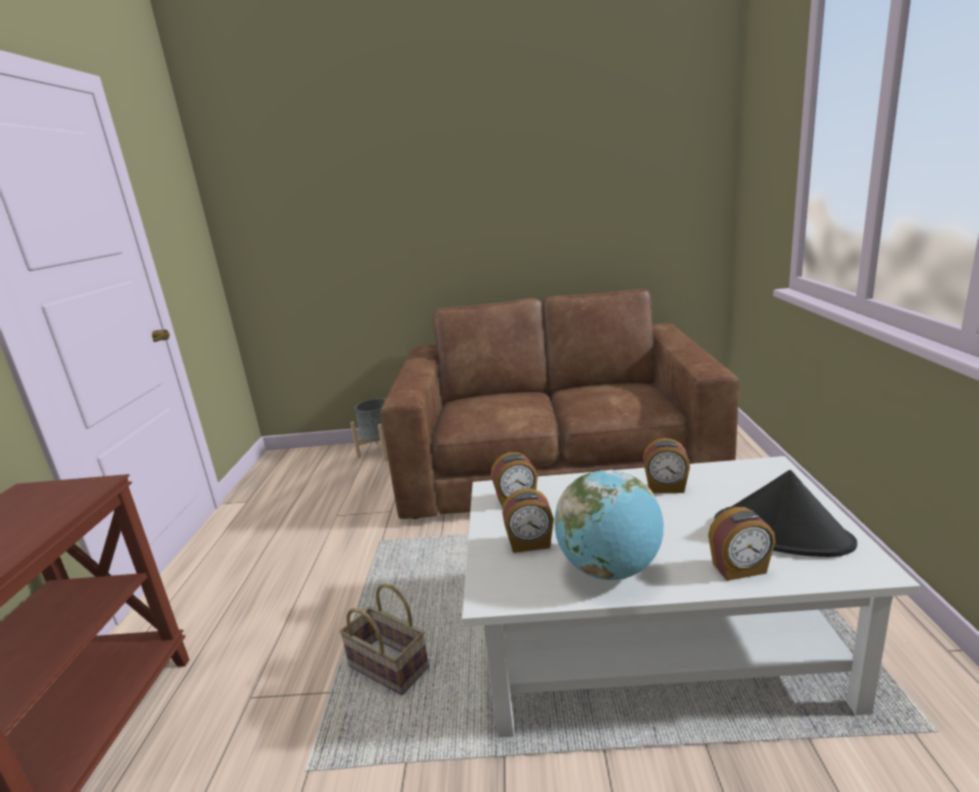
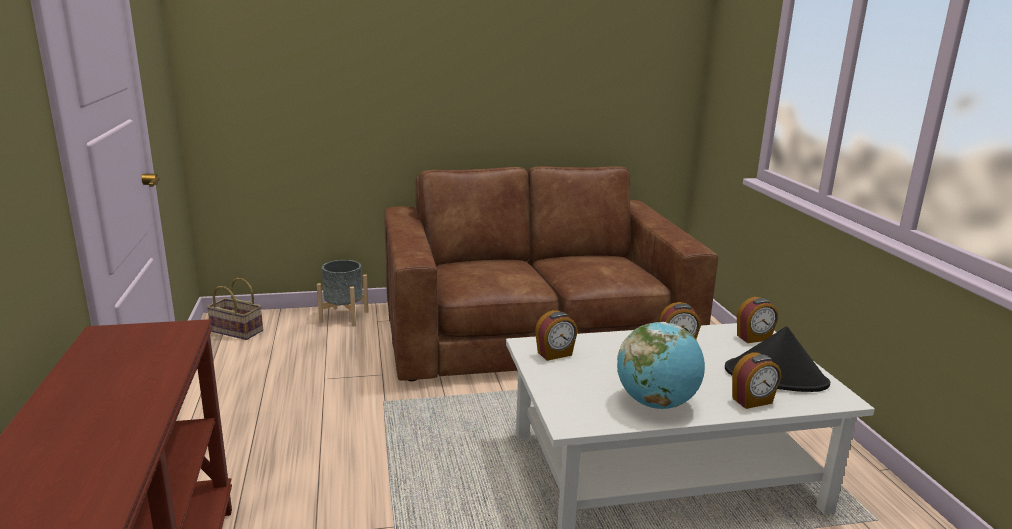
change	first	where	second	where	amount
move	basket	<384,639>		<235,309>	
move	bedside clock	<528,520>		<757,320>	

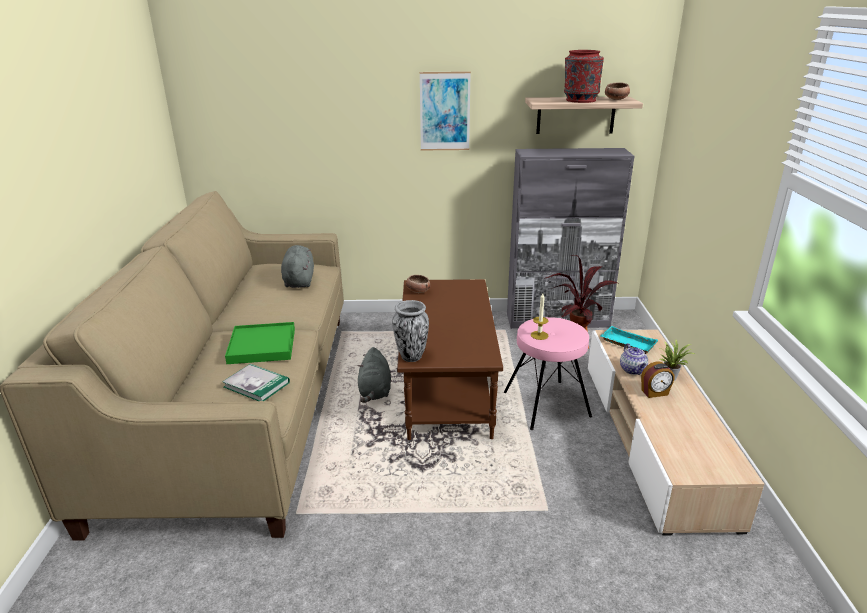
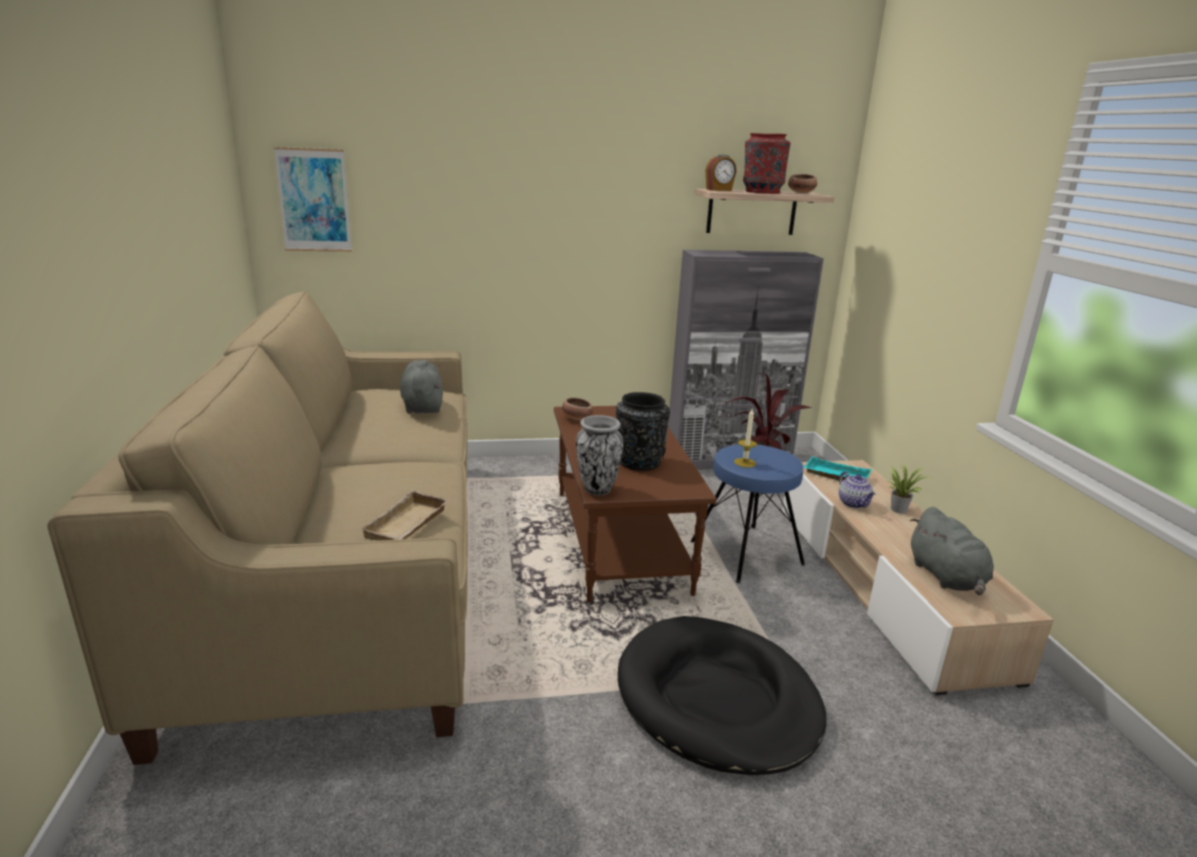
change	first	where	second	where	amount
move	wall art	<445,110>		<313,199>	
replace	volume	<256,382>	tray/beige-coloured	<405,515>	
insert			flower vase/black-coloured	<643,431>	
insert			pet bed/black-coloured	<722,695>	
recolor	stool seat/pink-coloured	<548,373>	stool seat/bluish	<748,513>	
move	bedside clock	<657,379>		<721,173>	
move	plush toy/greyish	<374,375>		<952,551>	
delete	tray/greenish	<260,343>			

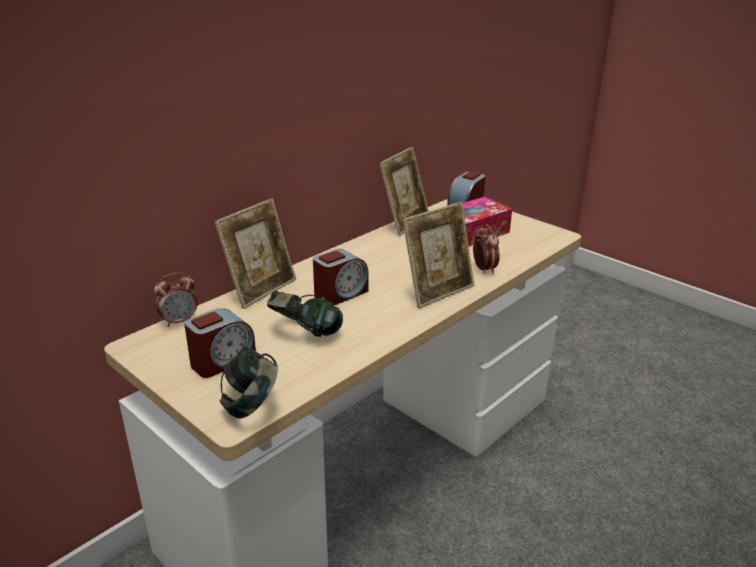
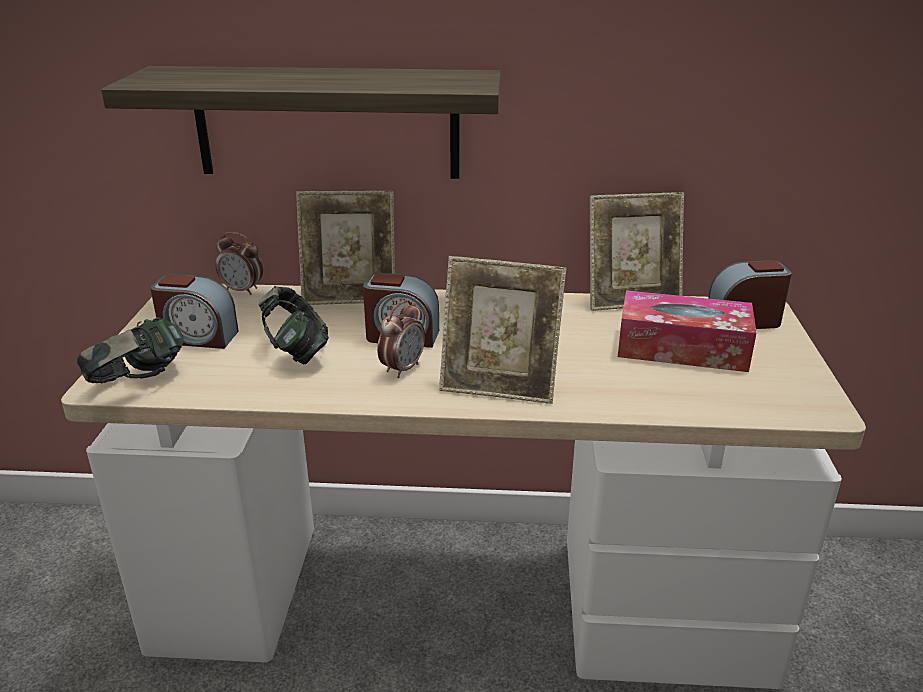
change	first	where	second	where	amount
insert			shelf	<301,122>	
move	bedside clock	<486,249>		<401,339>	

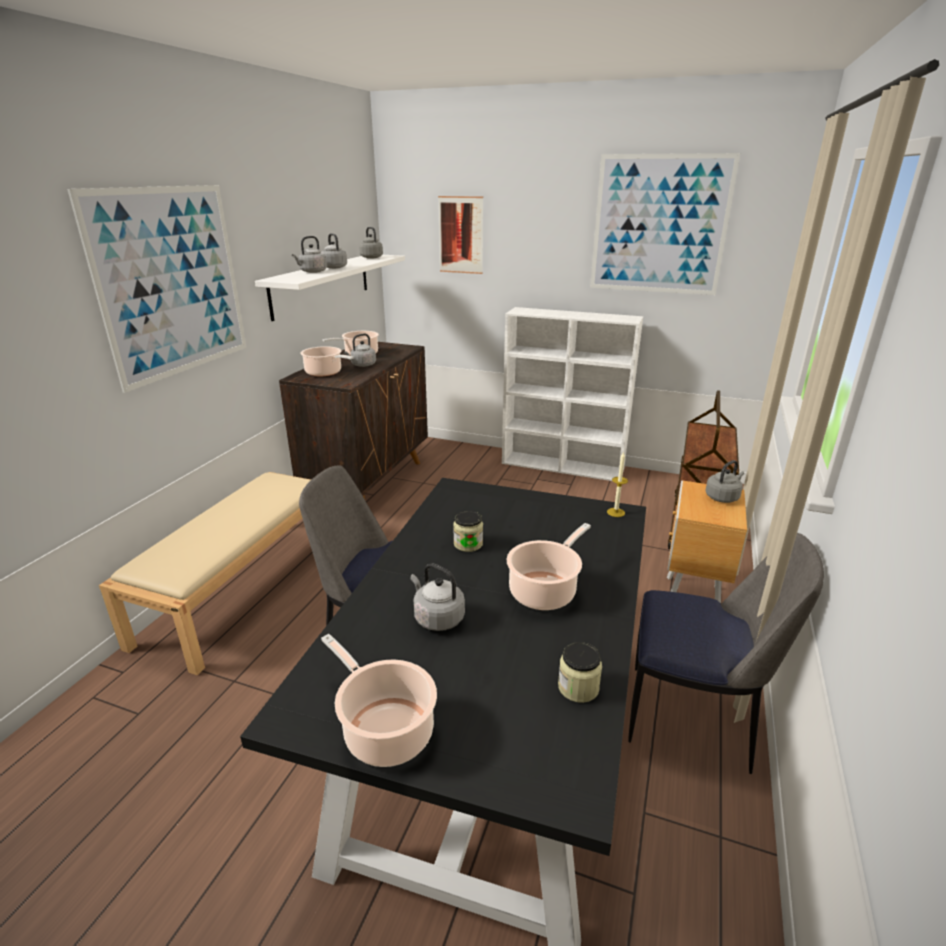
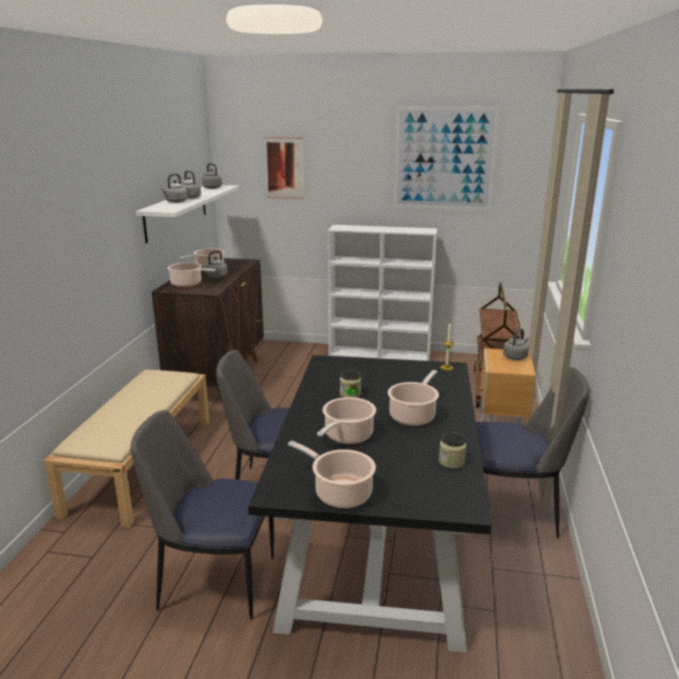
change	first	where	second	where	amount
insert			chair	<202,515>	
replace	tea kettle/greyish	<438,597>	stockpot	<346,420>	
delete	wall art	<157,289>			

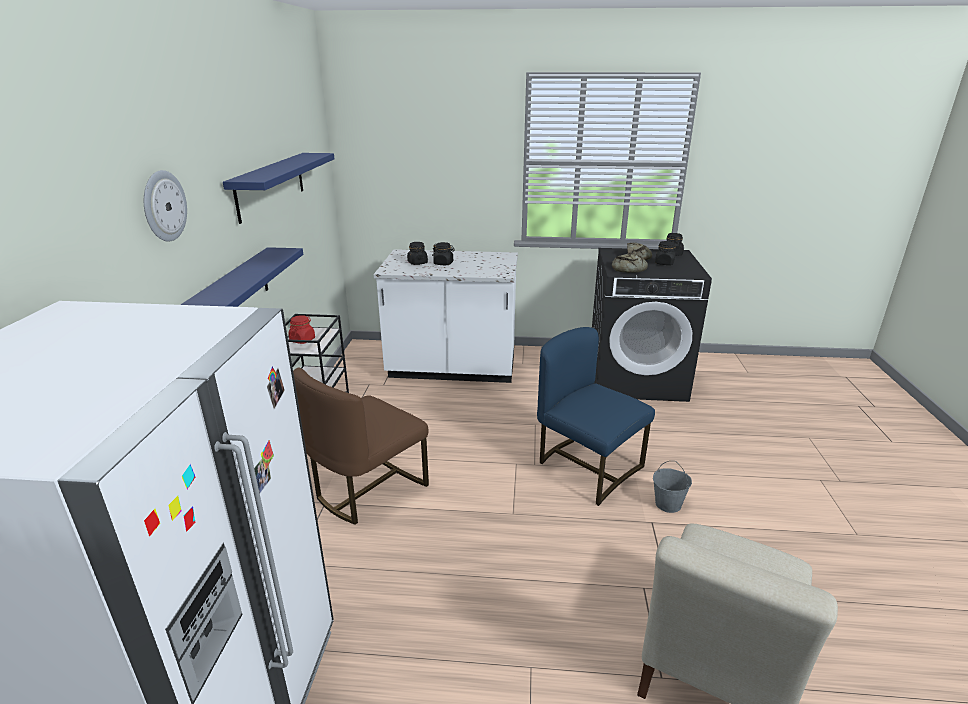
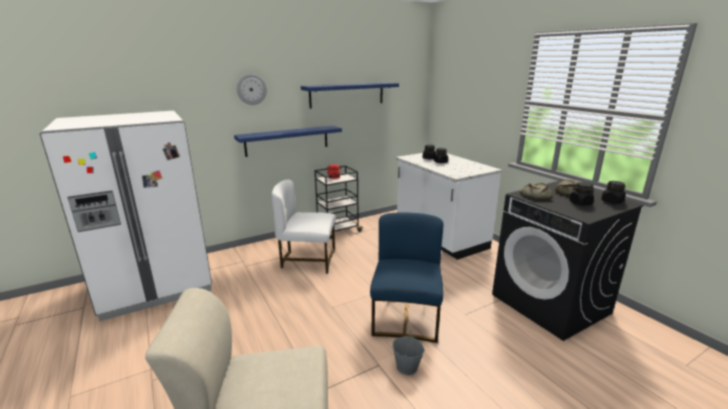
change	first	where	second	where	amount
recolor	chair/brownish	<361,446>	chair/whitish	<303,227>	

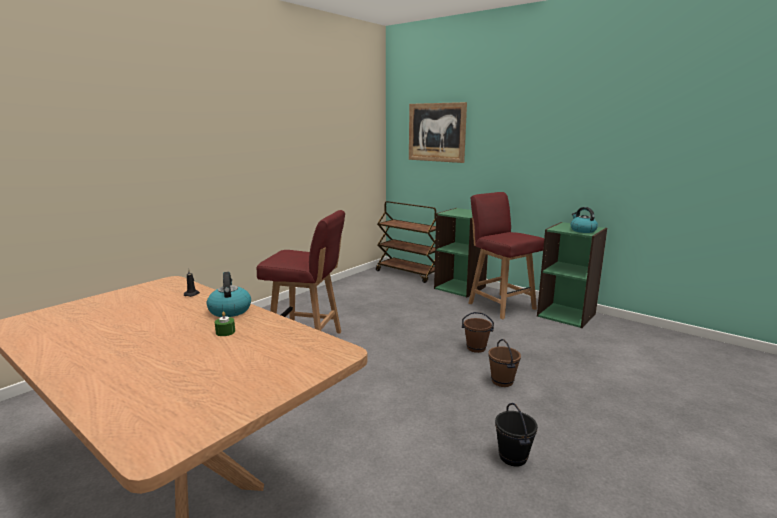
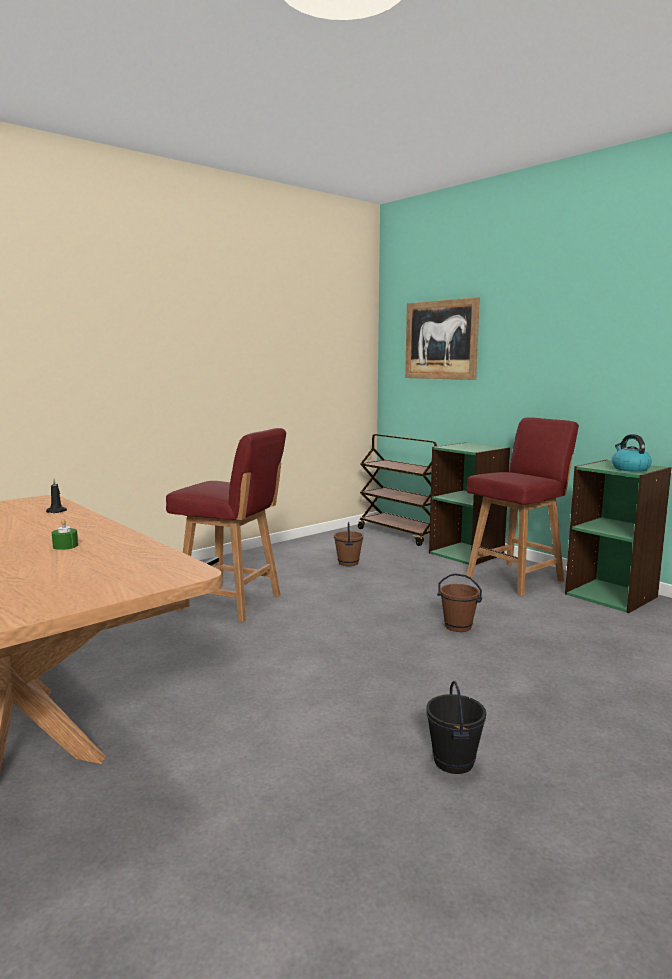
change	first	where	second	where	amount
move	bucket/brownish	<504,363>		<348,543>	
rotate	chair/red	<506,256>		<523,506>	75 degrees clockwise
delete	tea kettle	<229,294>			

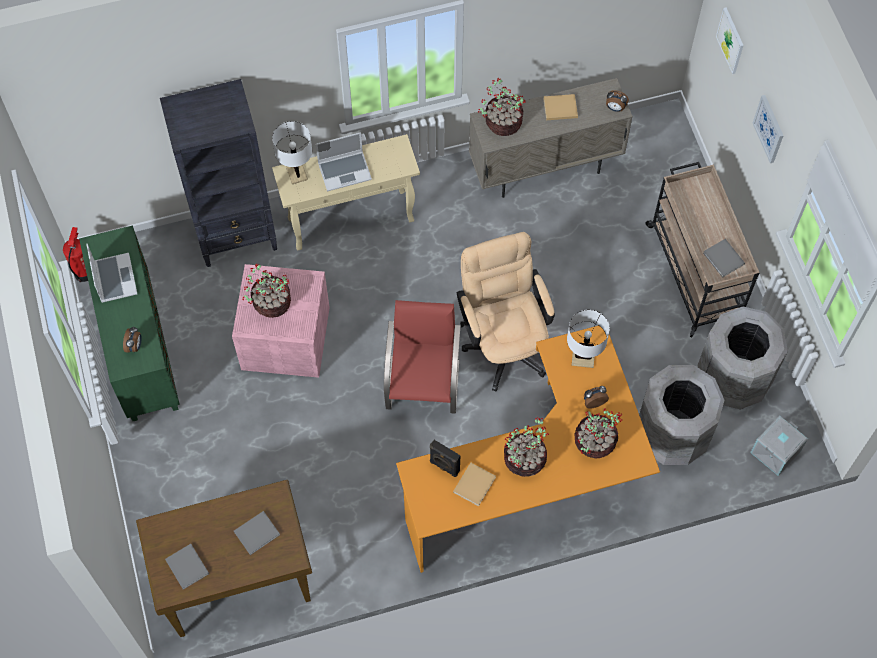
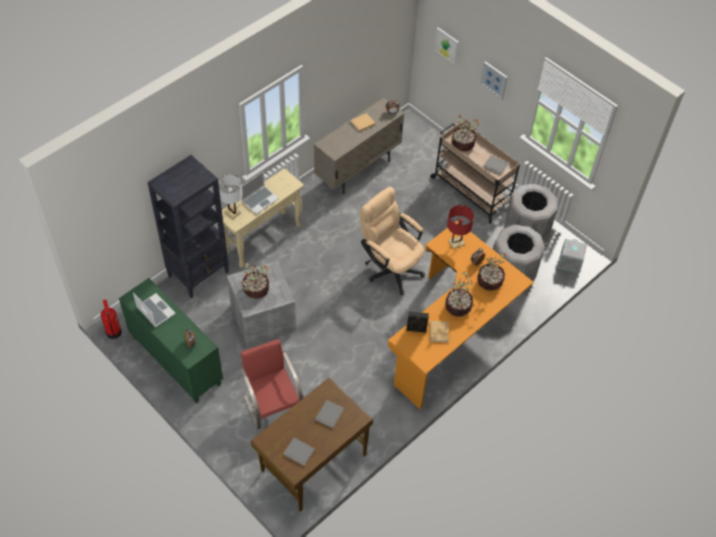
change	first	where	second	where	amount
recolor	storage container/pink-coloured	<281,321>	storage container/greyish	<261,303>	
move	chair/red	<422,357>		<271,384>	
recolor	tabletop lamp/whitish	<588,339>	tabletop lamp/red	<460,227>	
move	houseplant	<502,107>		<465,133>	

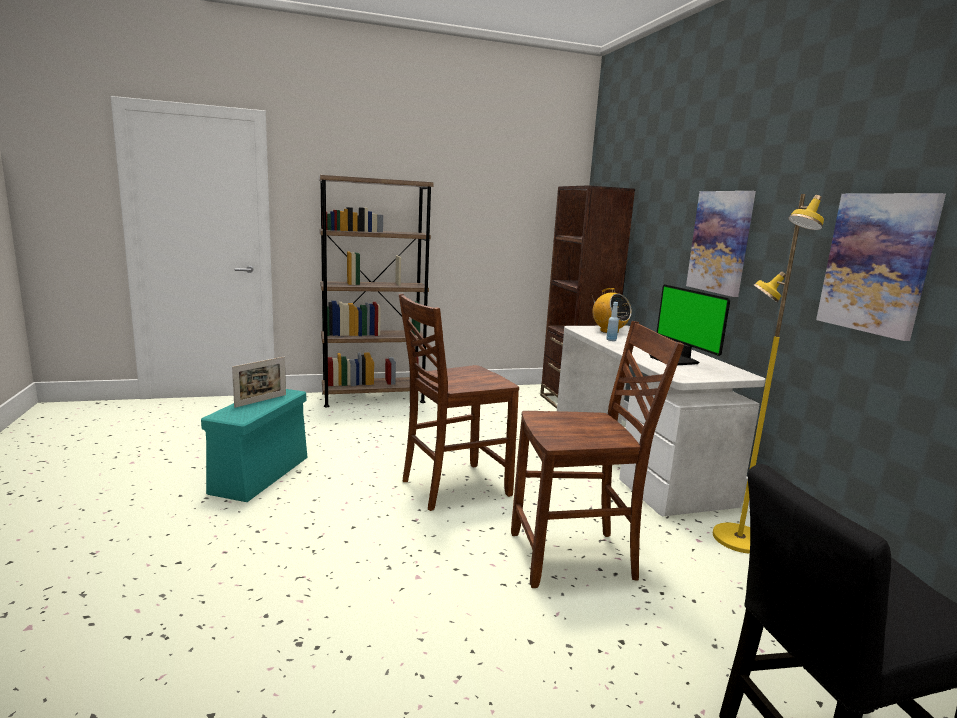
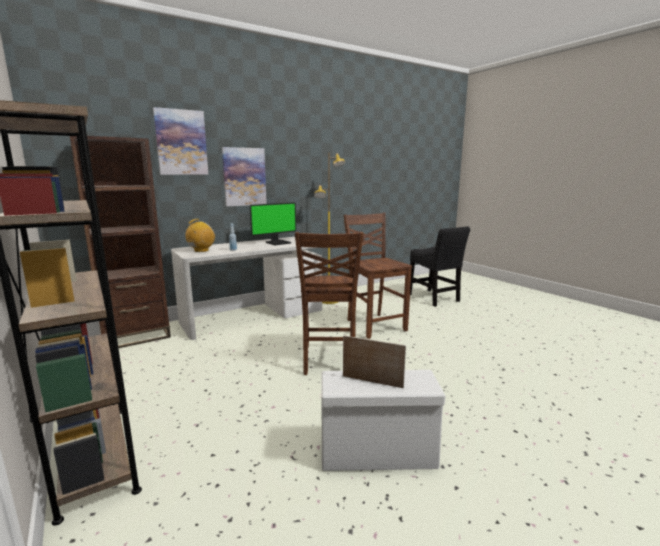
change	first	where	second	where	amount
move	wall art	<881,267>		<180,141>	
rotate	chair/brownish	<459,402>		<329,303>	45 degrees clockwise
recolor	storage container/turquoise-coloured	<254,445>	storage container/whitish	<383,420>	

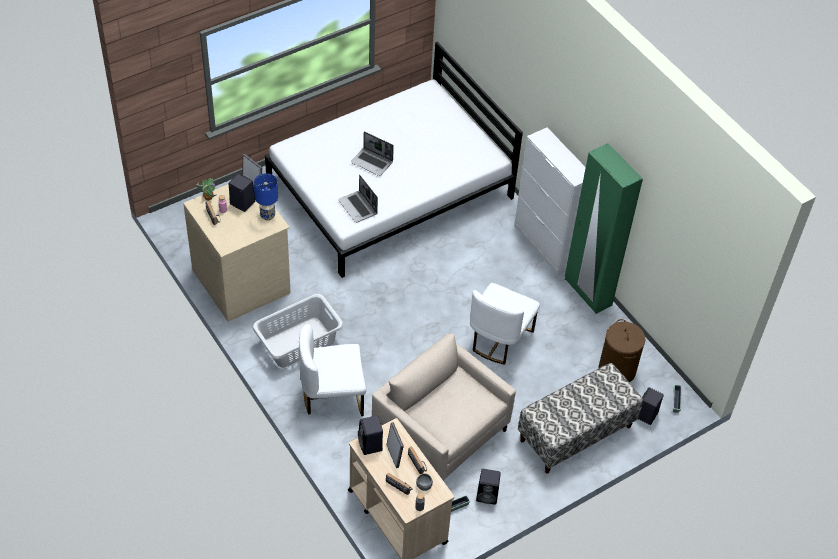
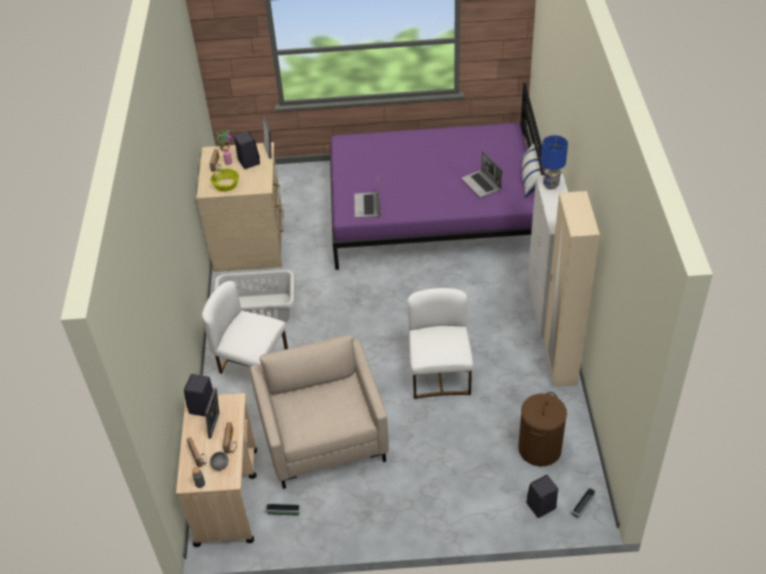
change	first	where	second	where	amount
insert			deep dish/yellow-coloured	<224,180>	
recolor	bedroom bed/whitish	<394,159>	bedroom bed/purple	<437,176>	
rotate	chair/whitish	<505,324>		<440,343>	120 degrees clockwise
move	laptop	<372,153>		<481,174>	
insert			cushion	<532,169>	
move	tabletop lamp/bluish	<266,196>		<554,162>	
recolor	armoire/greenish	<604,228>	armoire/beige-coloured	<572,289>	
delete	audio speaker/black-coloured	<488,487>			
delete	long seat	<580,418>			

